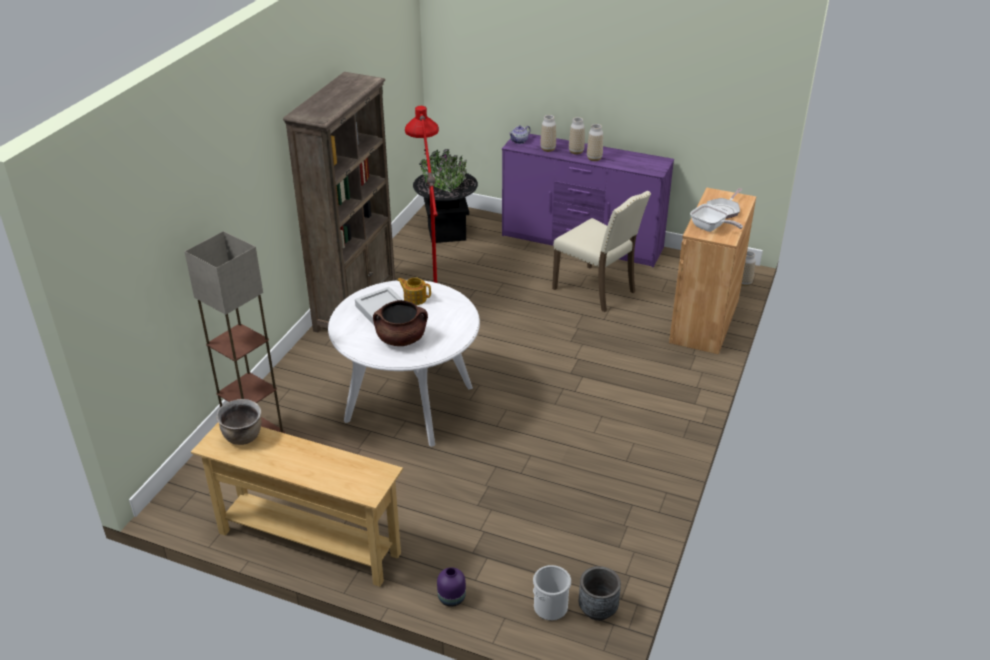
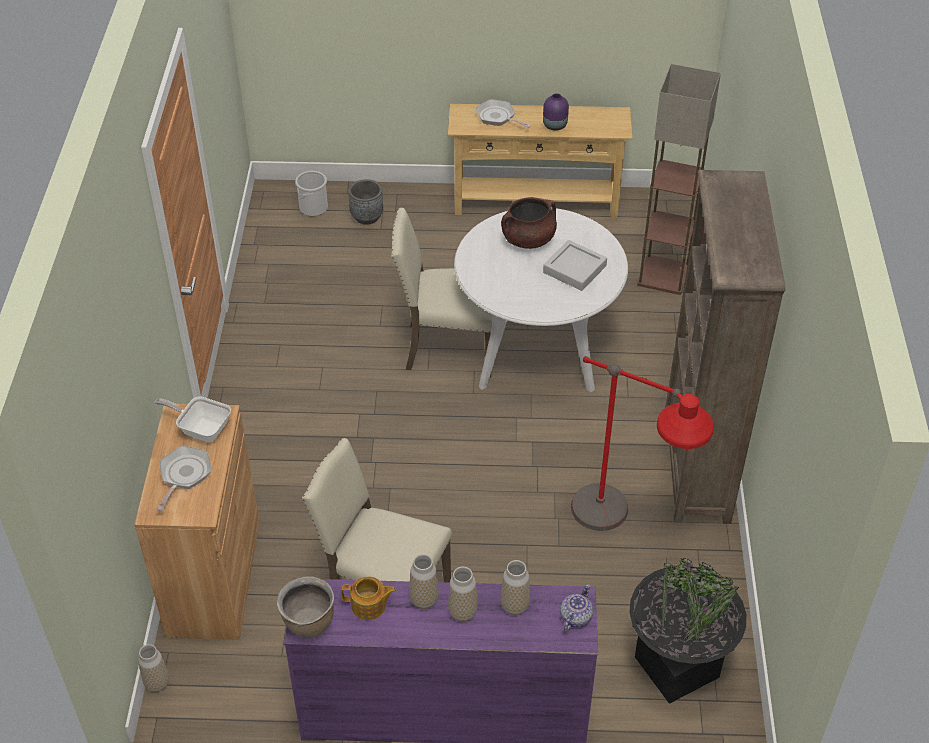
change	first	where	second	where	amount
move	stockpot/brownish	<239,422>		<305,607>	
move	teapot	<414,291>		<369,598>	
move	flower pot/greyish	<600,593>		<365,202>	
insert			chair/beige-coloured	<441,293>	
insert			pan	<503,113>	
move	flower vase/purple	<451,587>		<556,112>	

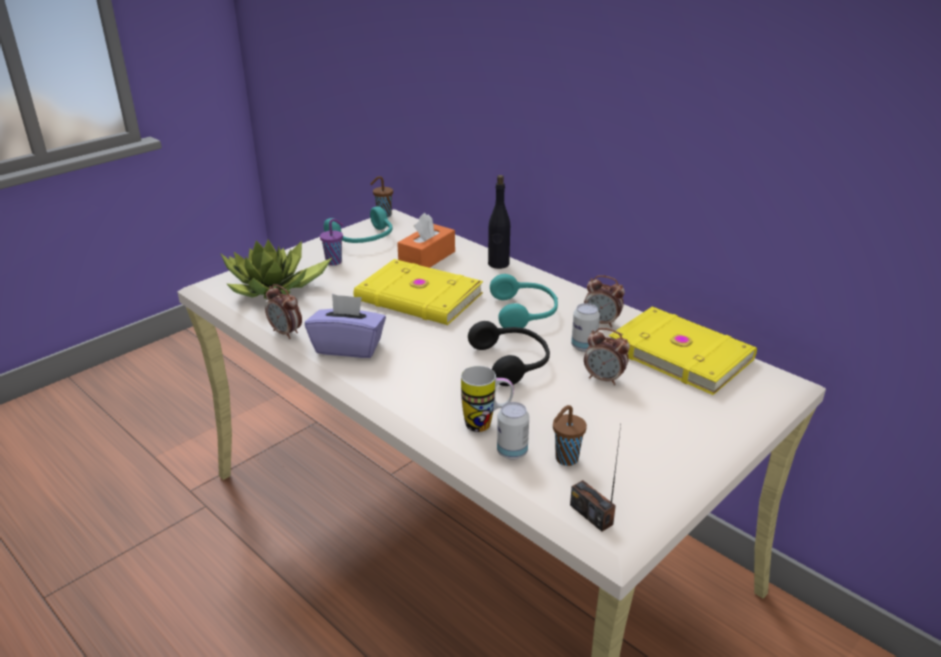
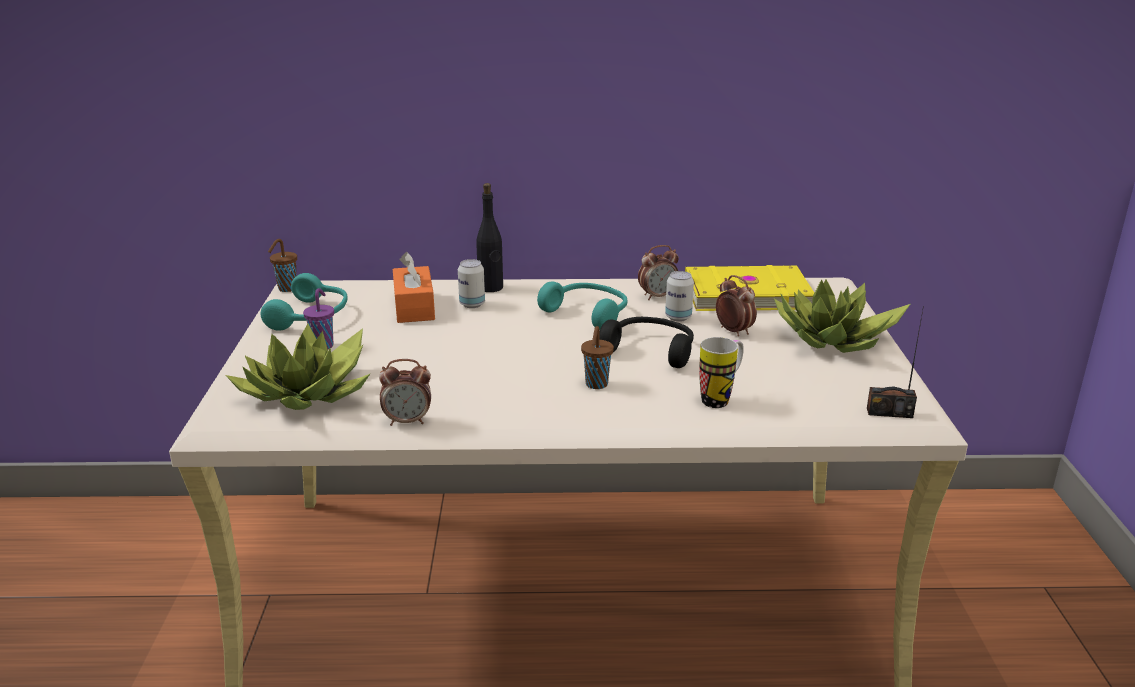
change	first	where	second	where	amount
move	metal can	<513,431>		<471,283>	
move	small cup/brownish	<570,435>		<597,357>	
rotate	bedside clock	<607,356>		<736,305>	105 degrees counterclockwise
insert			houseplant	<842,316>	
delete	tissue holder/purple	<345,326>			
delete	volume/yellow-coloured	<418,292>			

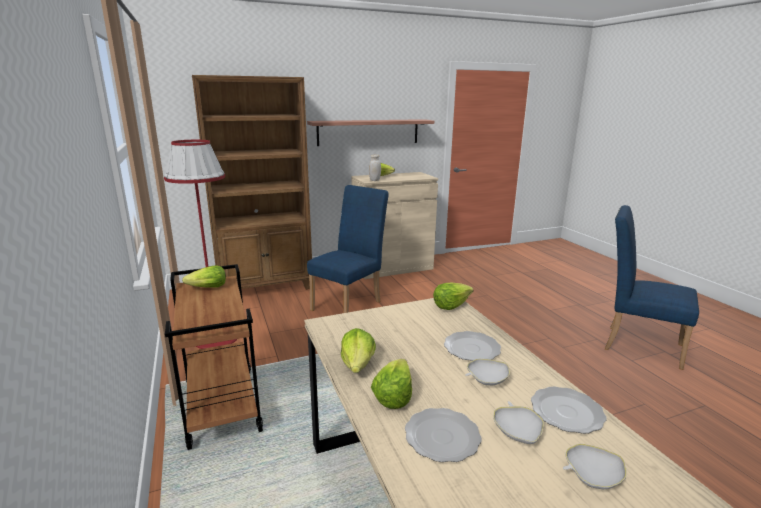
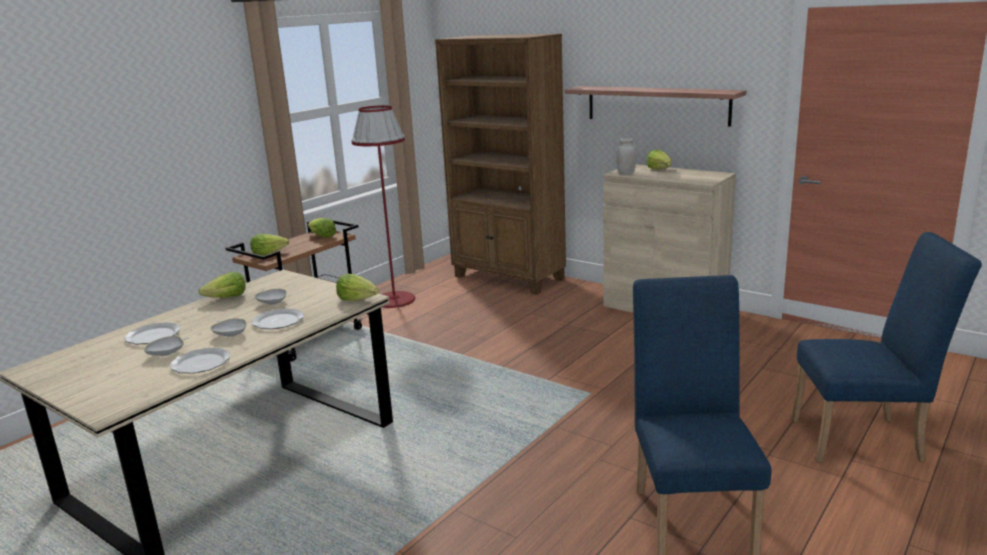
change	first	where	second	where	amount
move	head of lettuce	<391,384>		<269,244>	
move	deep dish/whitish	<595,466>		<270,296>	
move	chair/bluish	<348,249>		<886,347>	

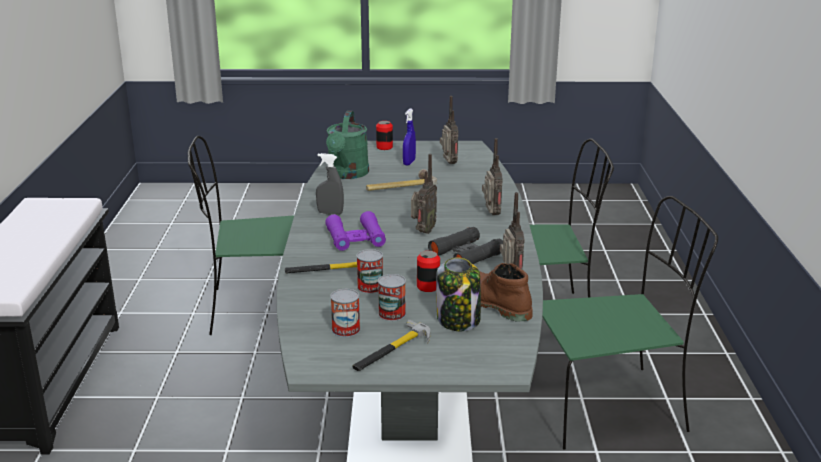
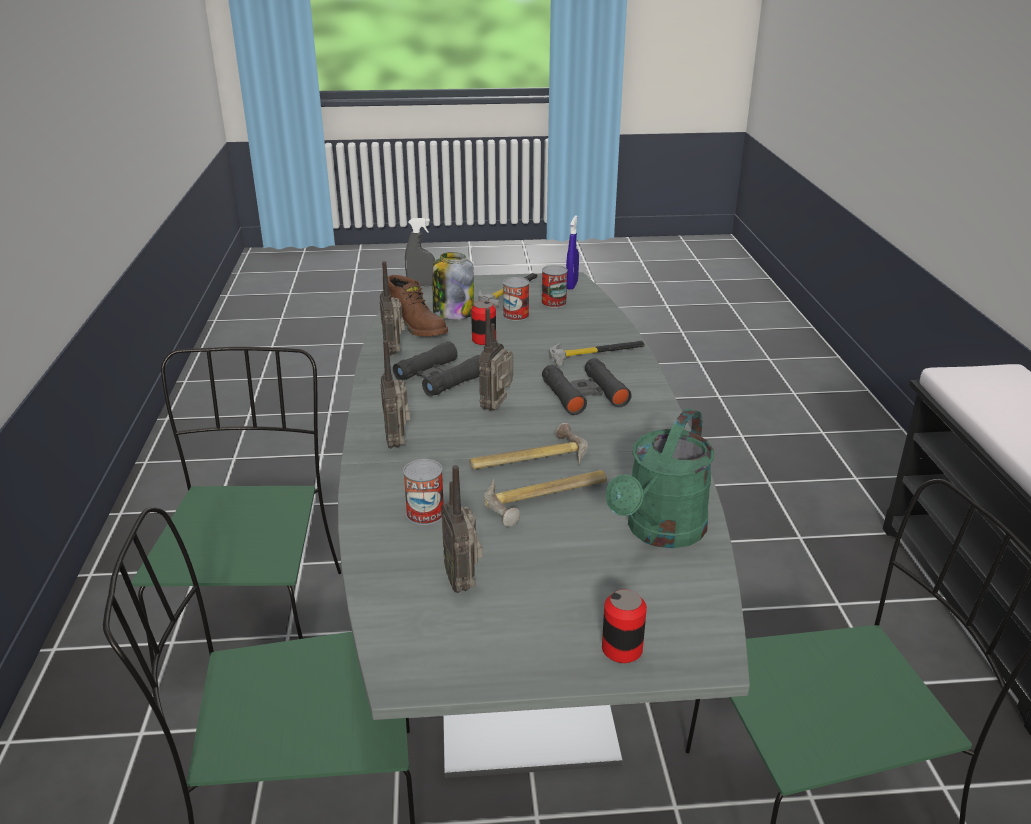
change	first	where	second	where	amount
rotate	chair/greenish	<630,323>		<236,518>	105 degrees clockwise
move	metal can	<369,271>		<423,492>	
move	sprayer/greyish	<330,184>		<420,252>	
insert			hammer	<528,446>	
recolor	field glasses/purple	<355,231>	field glasses/black-coloured	<587,386>	
move	sprayer/bluish	<409,137>		<572,252>	
rotate	sprinkling can/greenish	<347,145>		<660,478>	150 degrees counterclockwise

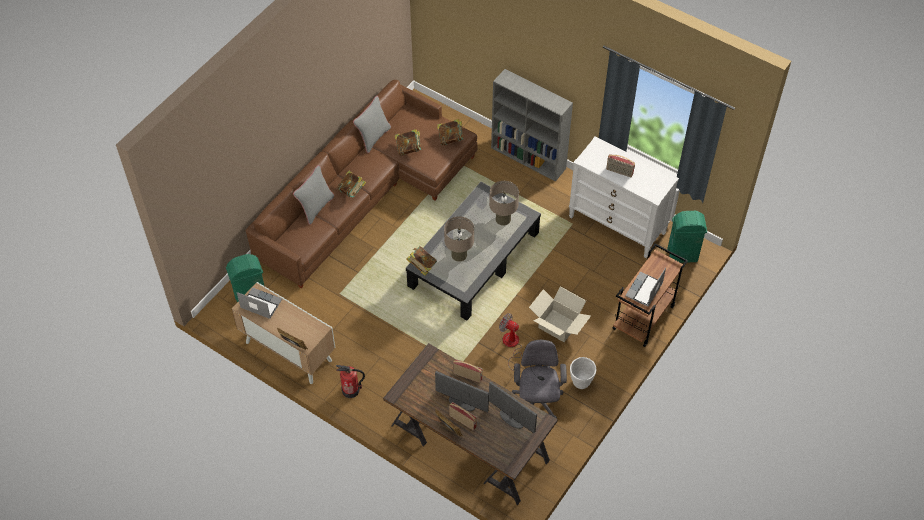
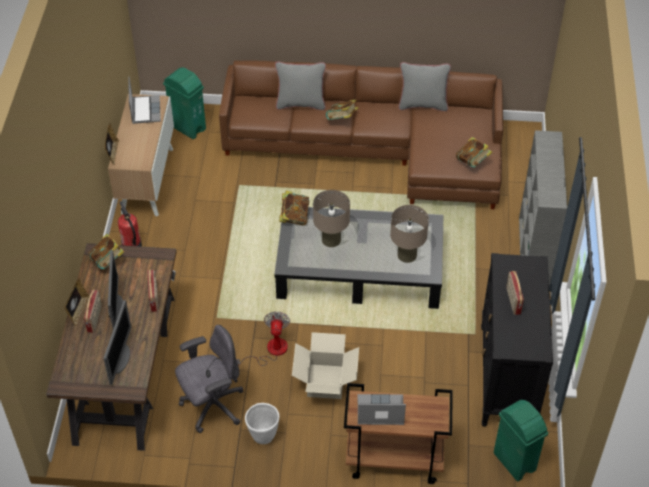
change	first	where	second	where	amount
move	volume	<409,142>		<106,251>	
recolor	chest of drawers/whitish	<624,197>	chest of drawers/black-coloured	<517,340>	

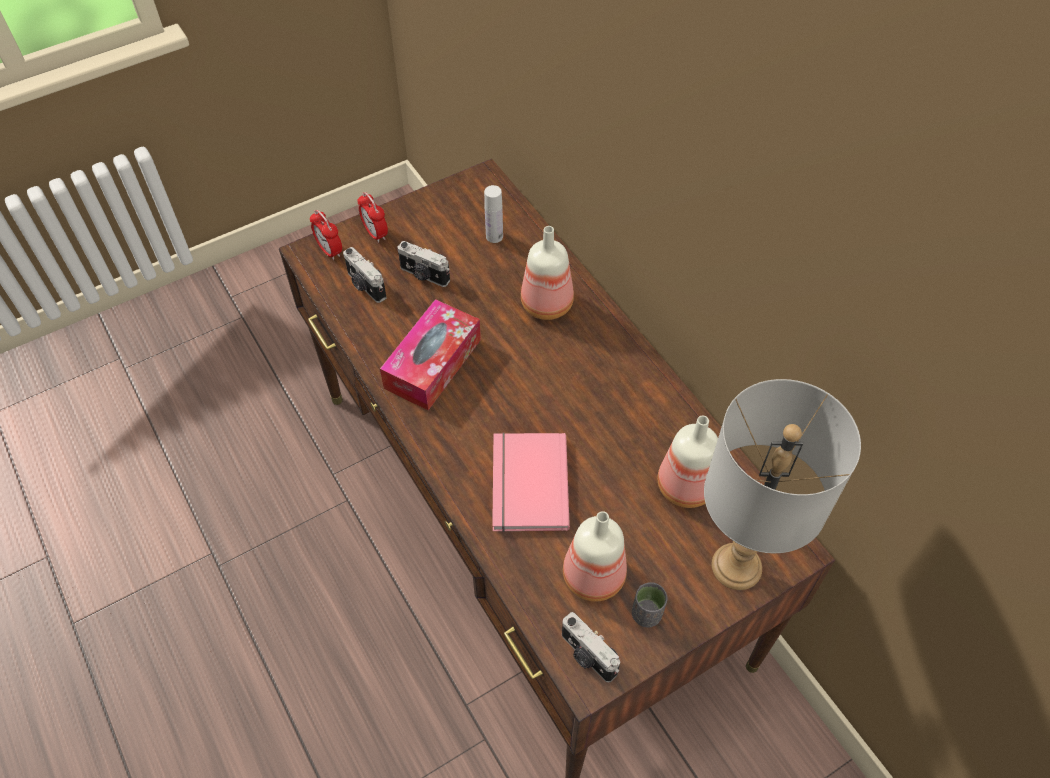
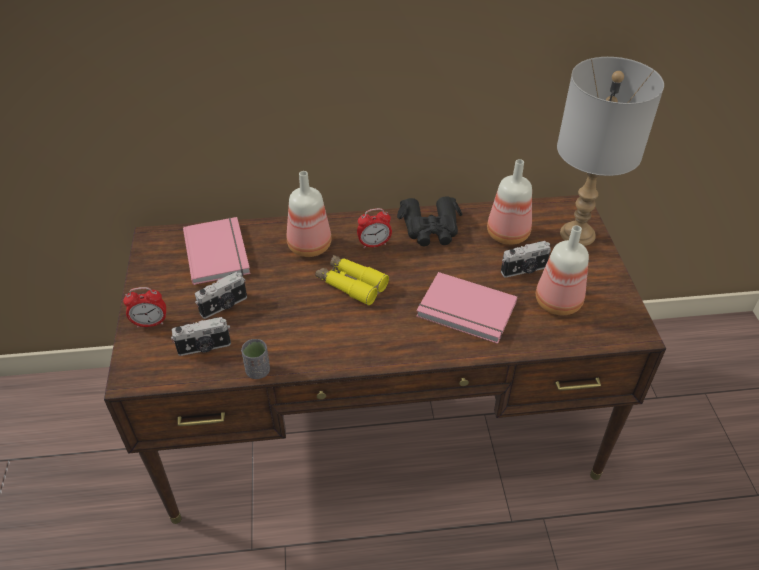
change	first	where	second	where	amount
replace	bottle/whitish	<493,214>	volume/pink-coloured	<217,251>	
move	small cup/greyish	<649,605>		<255,359>	
insert			field glasses/yellow-coloured	<352,280>	
move	bedside clock	<326,235>		<374,228>	
insert			field glasses/black-coloured	<430,221>	
move	still camera	<591,647>		<526,259>	
delete	tissue holder	<430,354>			

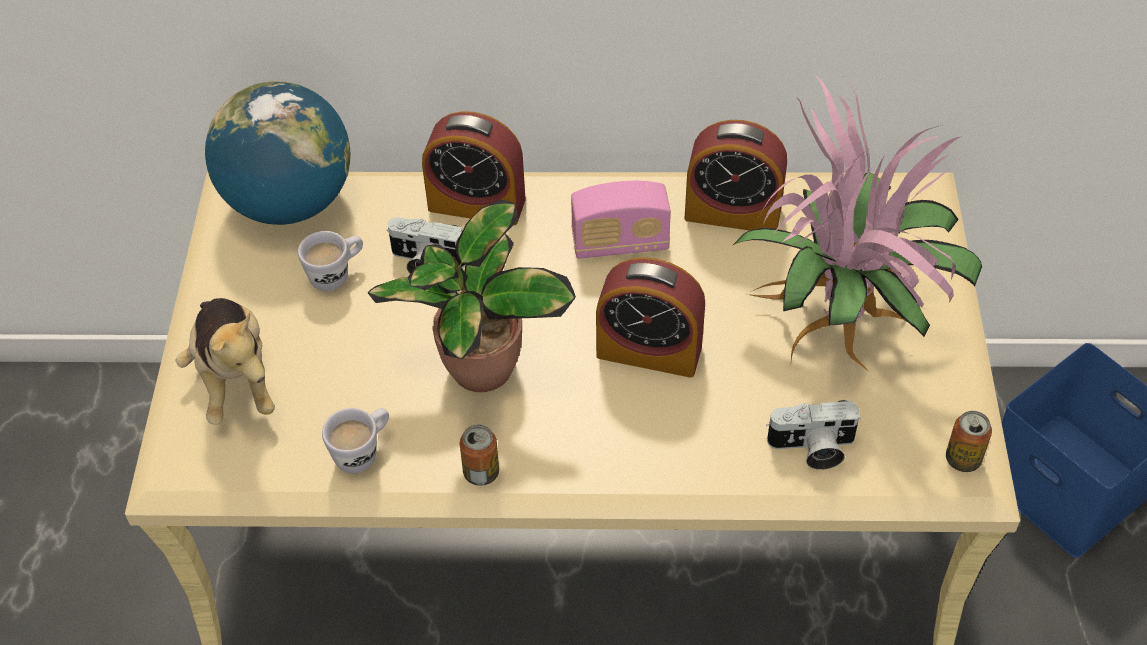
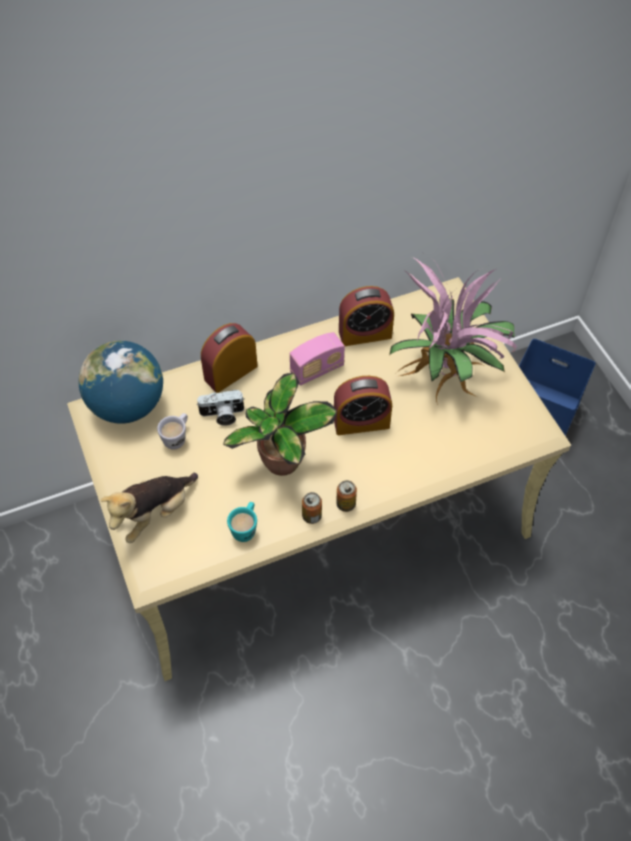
change	first	where	second	where	amount
rotate	plush toy	<225,361>		<149,508>	90 degrees clockwise
rotate	bedside clock	<473,168>		<229,358>	150 degrees clockwise
recolor	mug/whitish	<355,440>	mug/turquoise-coloured	<242,522>	
move	metal can	<969,441>		<346,496>	
delete	still camera	<813,435>			

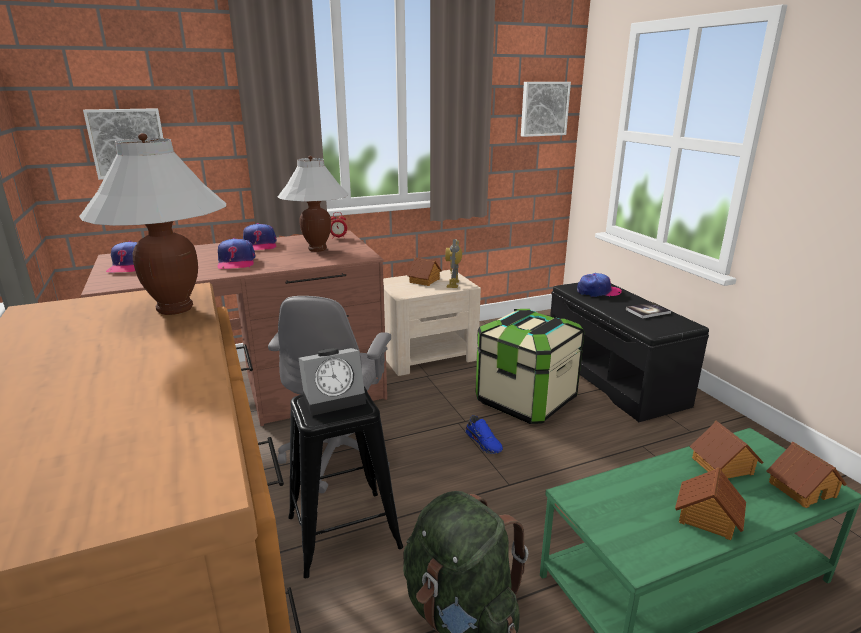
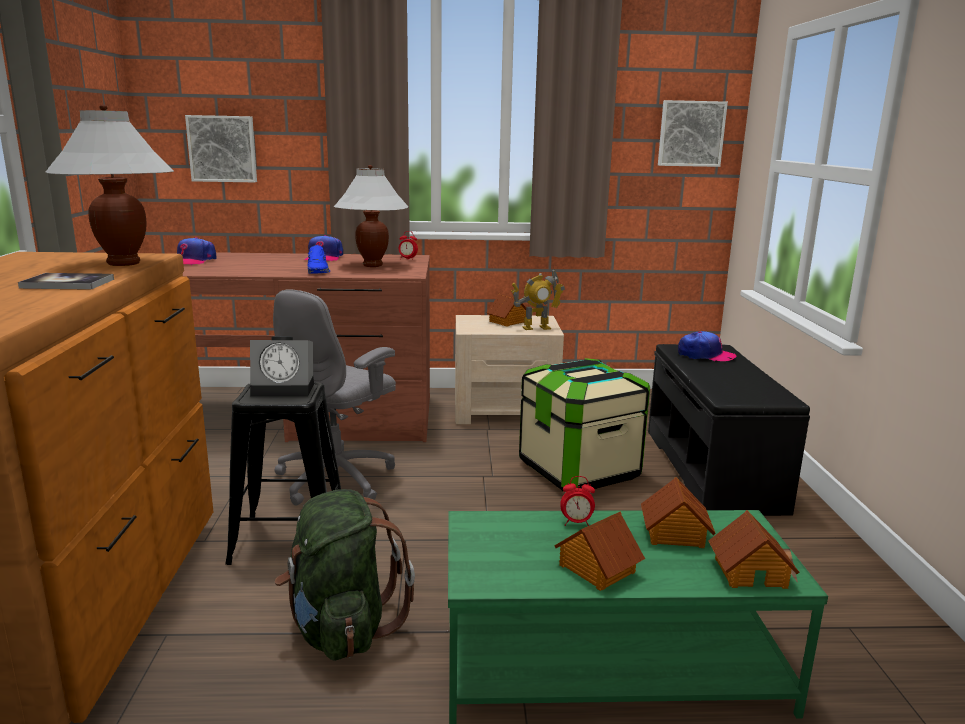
change	first	where	second	where	amount
move	volume	<648,310>		<66,281>	
move	low shoe/bluish	<484,434>		<319,259>	
rotate	toy robot	<453,263>		<538,299>	135 degrees counterclockwise
insert			bedside clock	<577,501>	
delete	baseball cap	<236,253>			

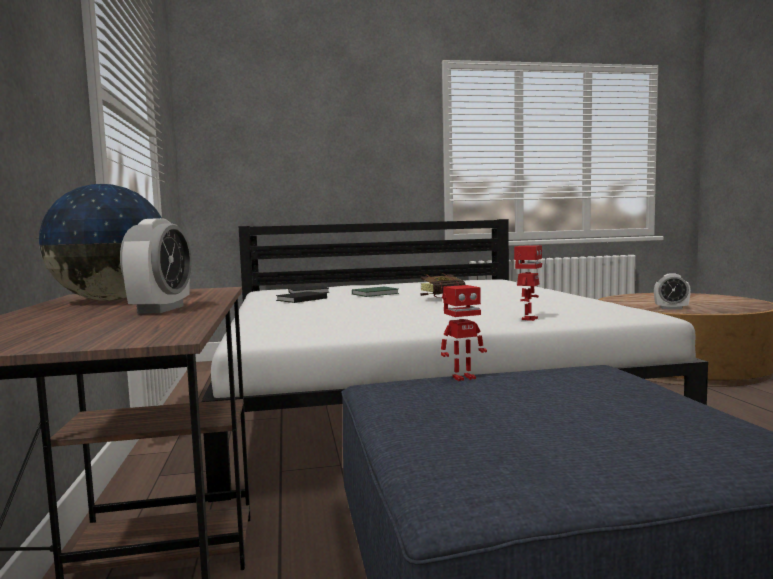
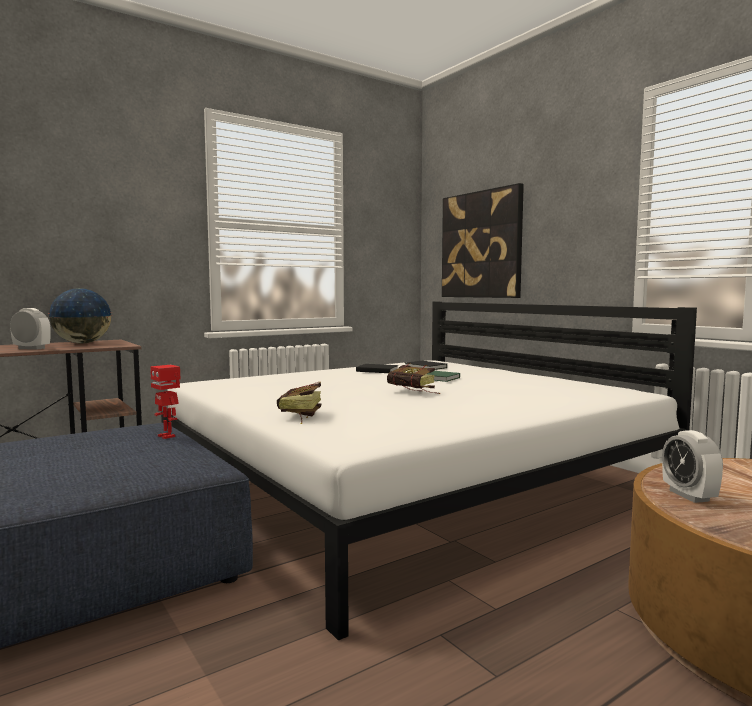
change	first	where	second	where	amount
rotate	bedside clock	<155,266>		<30,329>	150 degrees counterclockwise
replace	toy robot	<528,283>	volume	<299,403>	
insert			wall art	<483,240>	

